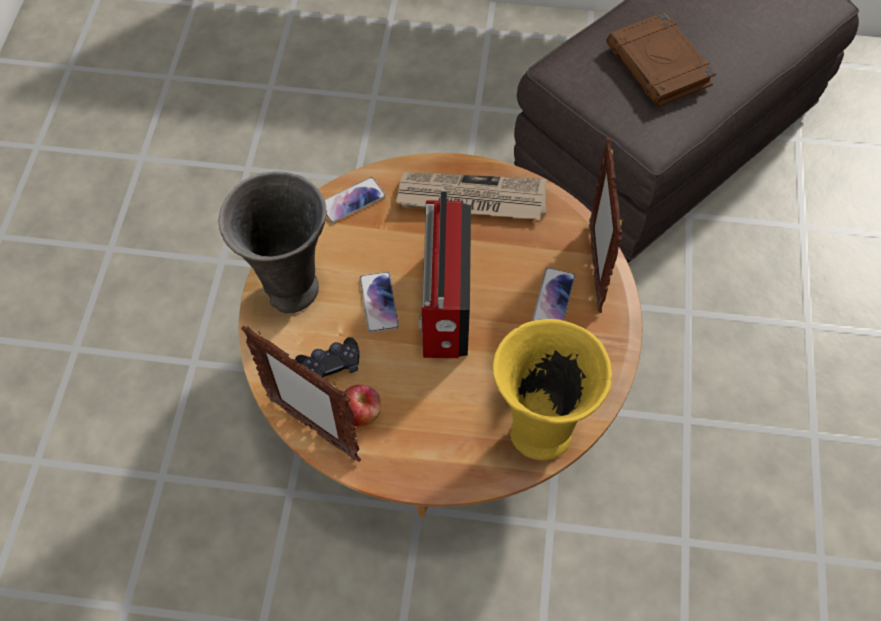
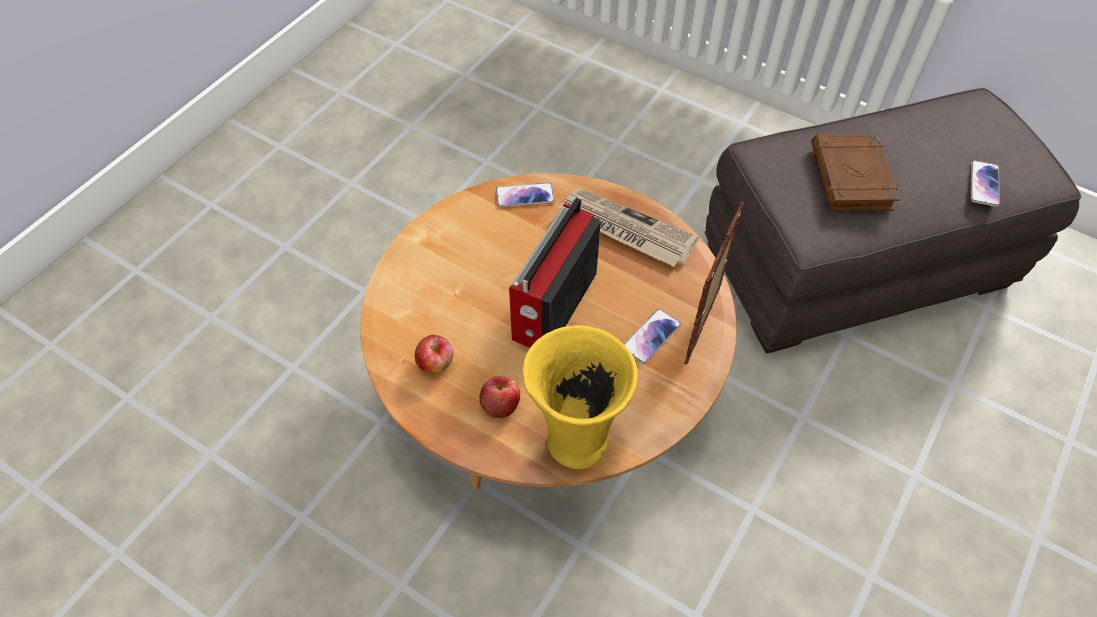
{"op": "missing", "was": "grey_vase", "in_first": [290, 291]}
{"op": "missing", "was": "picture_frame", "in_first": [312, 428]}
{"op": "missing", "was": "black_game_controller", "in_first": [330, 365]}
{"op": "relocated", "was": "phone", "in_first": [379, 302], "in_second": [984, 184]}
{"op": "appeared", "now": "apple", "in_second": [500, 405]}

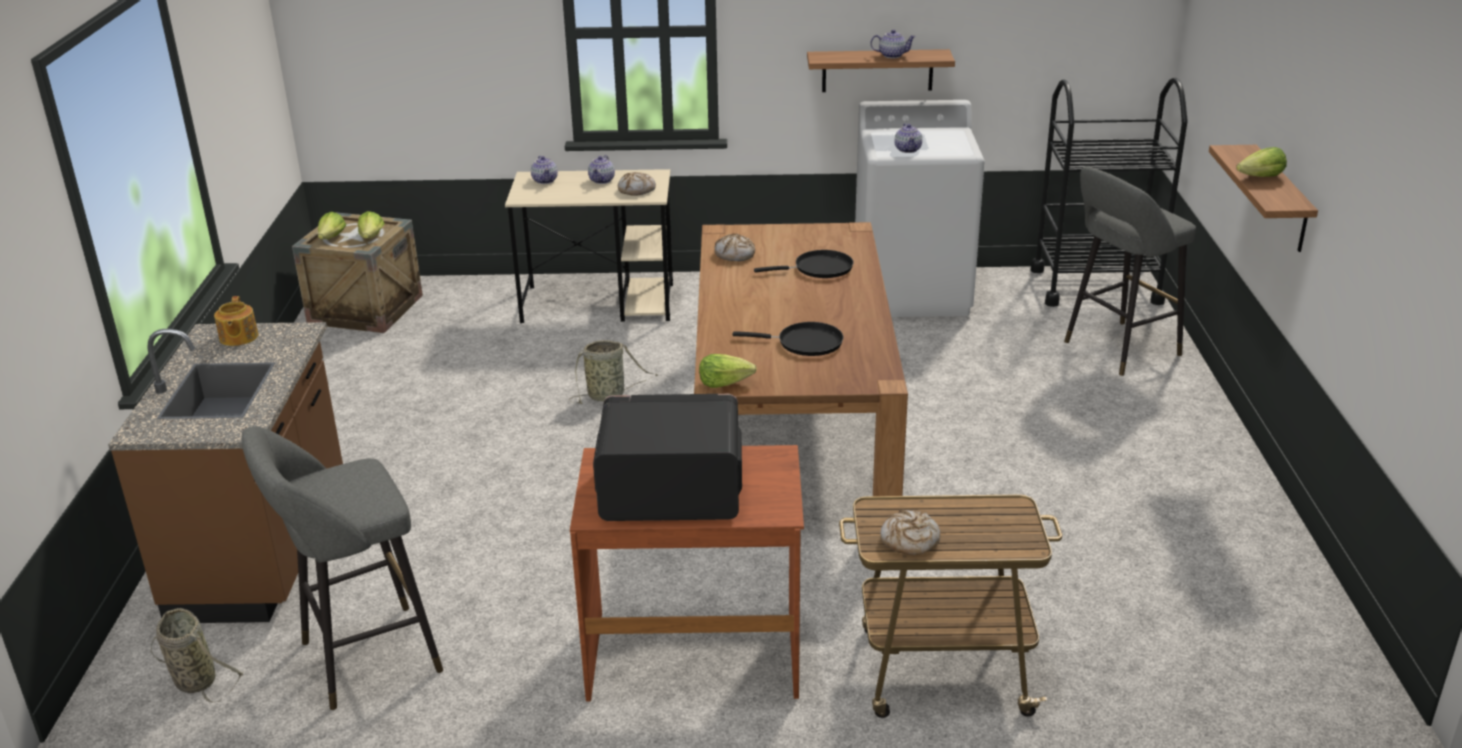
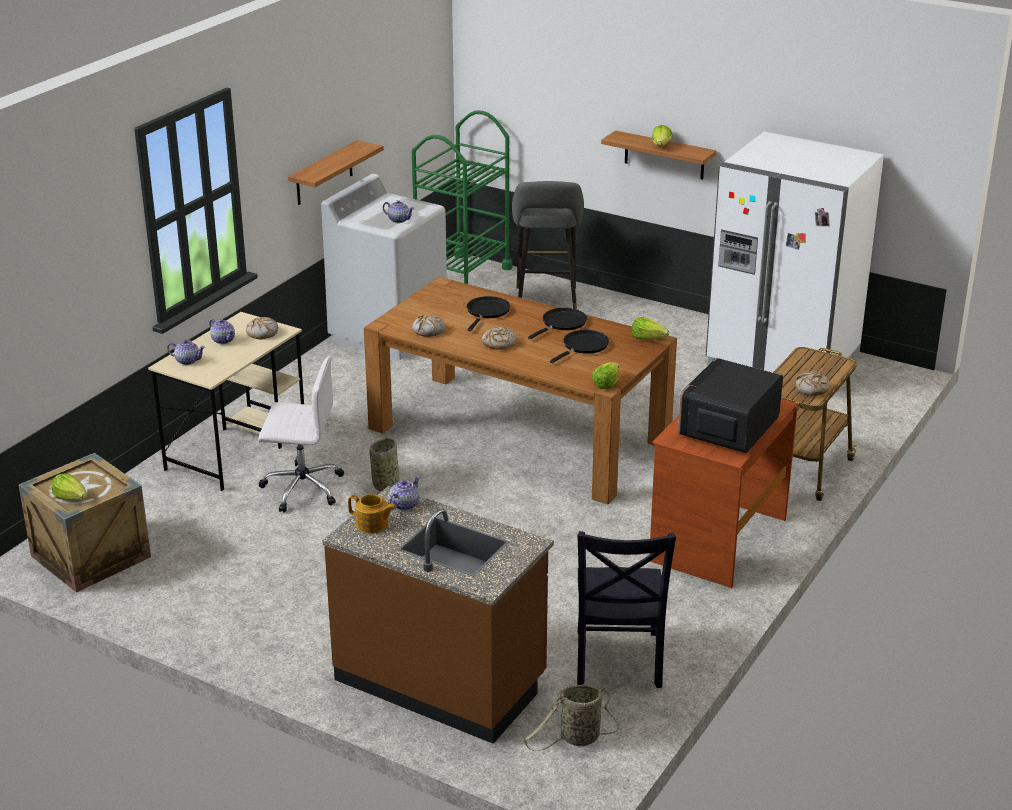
{"op": "exchanged", "was": "grey_stool", "now": "black_chair", "in_first": [362, 659], "in_second": [617, 662]}
{"op": "relocated", "was": "lettuce", "in_first": [371, 237], "in_second": [648, 338]}
{"op": "relocated", "was": "teapot", "in_first": [892, 55], "in_second": [404, 505]}
{"op": "colour", "was": "black_cart", "now": "green_cart", "in_first": [1095, 286], "in_second": [462, 276]}
{"op": "appeared", "now": "white_office_chair", "in_second": [301, 488]}
{"op": "appeared", "now": "bread", "in_second": [498, 343]}
{"op": "appeared", "now": "black_frying_pan", "in_second": [562, 323]}
{"op": "appeared", "now": "white_fridge", "in_second": [782, 360]}

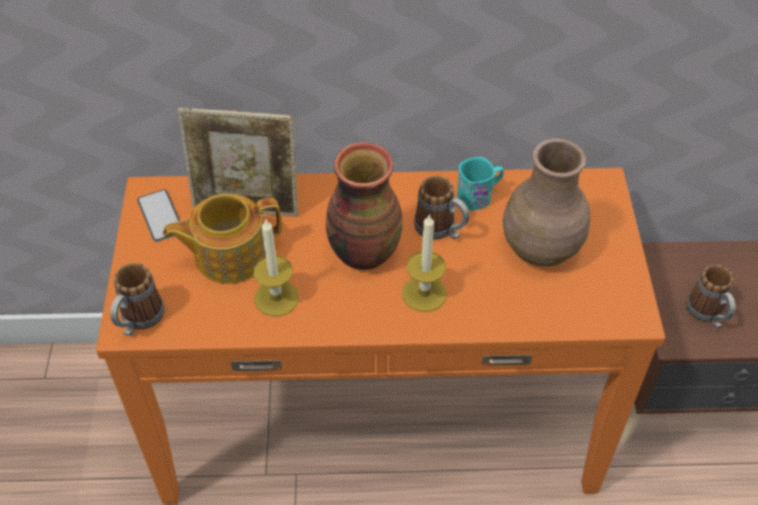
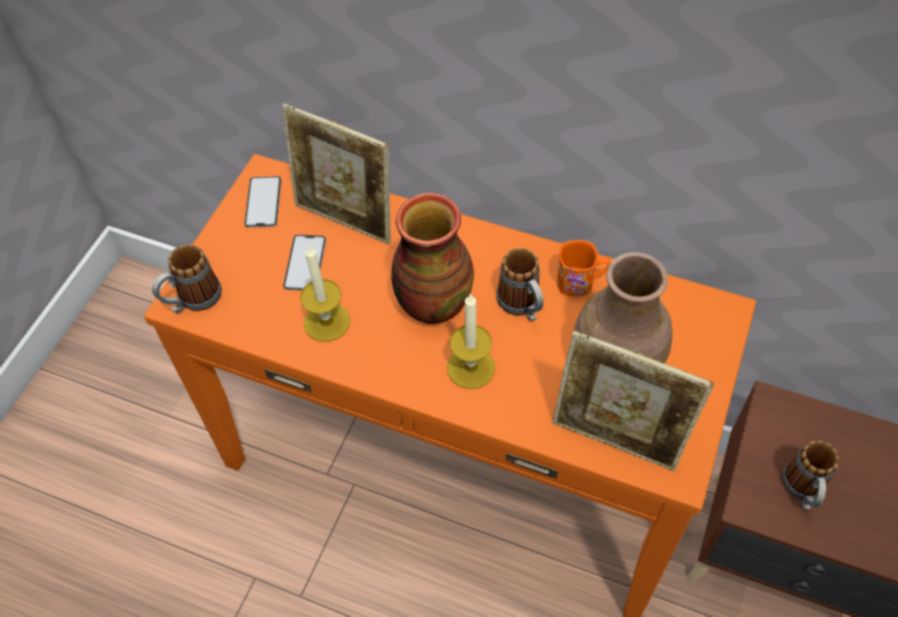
{"op": "exchanged", "was": "teapot", "now": "phone", "in_first": [229, 255], "in_second": [305, 263]}
{"op": "colour", "was": "turquoise_mug", "now": "orange_mug", "in_first": [479, 196], "in_second": [581, 282]}
{"op": "appeared", "now": "picture_frame", "in_second": [616, 440]}

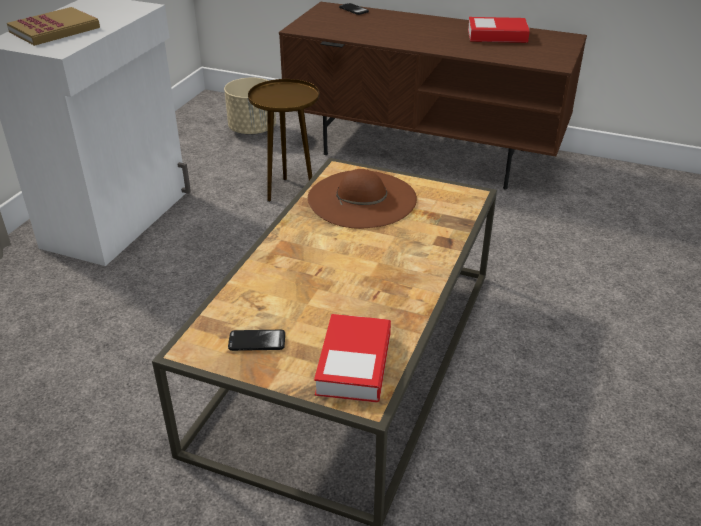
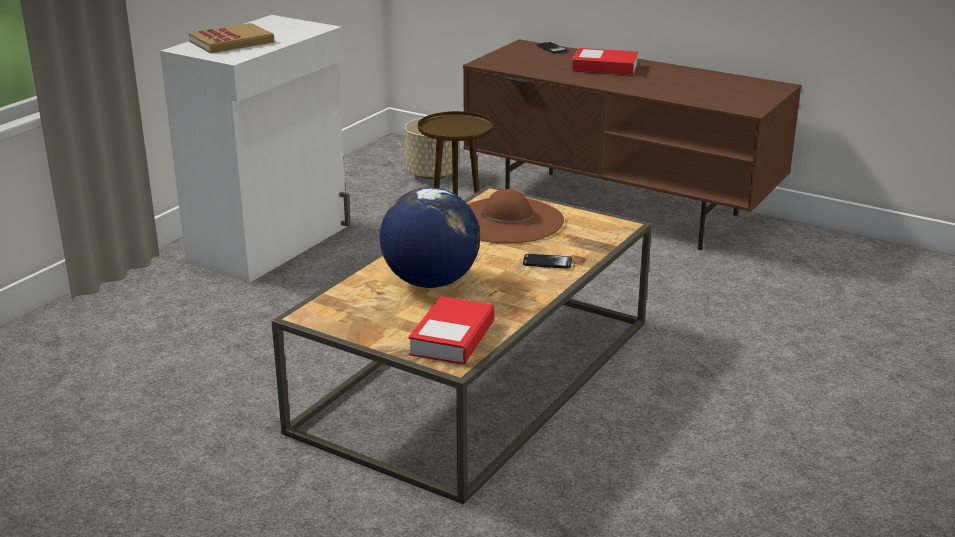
{"op": "relocated", "was": "phone", "in_first": [257, 341], "in_second": [547, 262]}
{"op": "relocated", "was": "book", "in_first": [497, 36], "in_second": [605, 68]}
{"op": "appeared", "now": "globe", "in_second": [430, 282]}

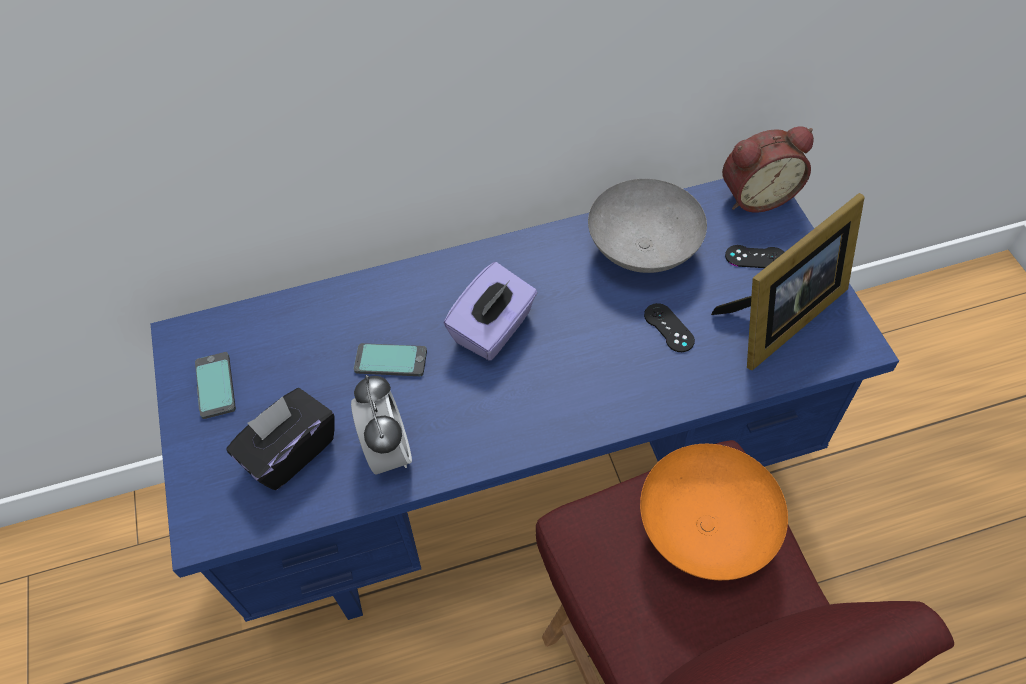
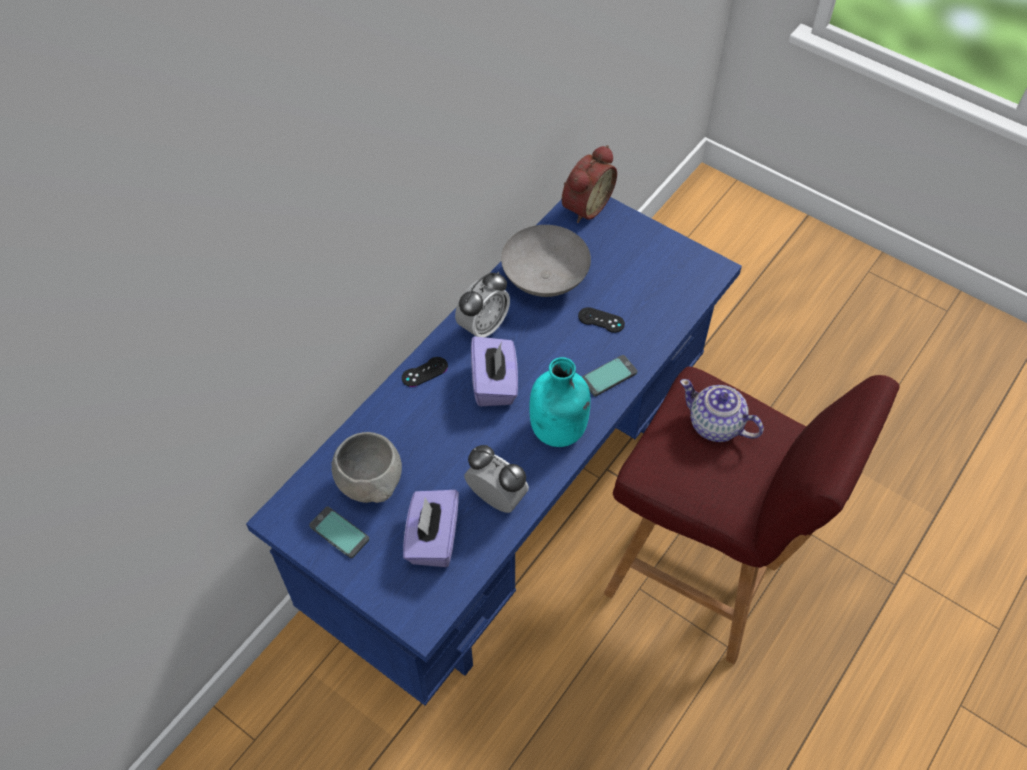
{"op": "colour", "was": "black_tissue_box", "now": "purple_tissue_box", "in_first": [290, 451], "in_second": [432, 539]}
{"op": "relocated", "was": "phone", "in_first": [391, 360], "in_second": [608, 376]}
{"op": "exchanged", "was": "orange_bowl", "now": "teapot", "in_first": [704, 531], "in_second": [716, 425]}
{"op": "missing", "was": "picture_frame", "in_first": [779, 318]}
{"op": "relocated", "was": "black_game_controller", "in_first": [756, 257], "in_second": [424, 372]}
{"op": "appeared", "now": "grey_bowl", "in_second": [371, 486]}
{"op": "appeared", "now": "alarm_clock", "in_second": [483, 326]}
{"op": "appeared", "now": "turquoise_bottle", "in_second": [559, 431]}

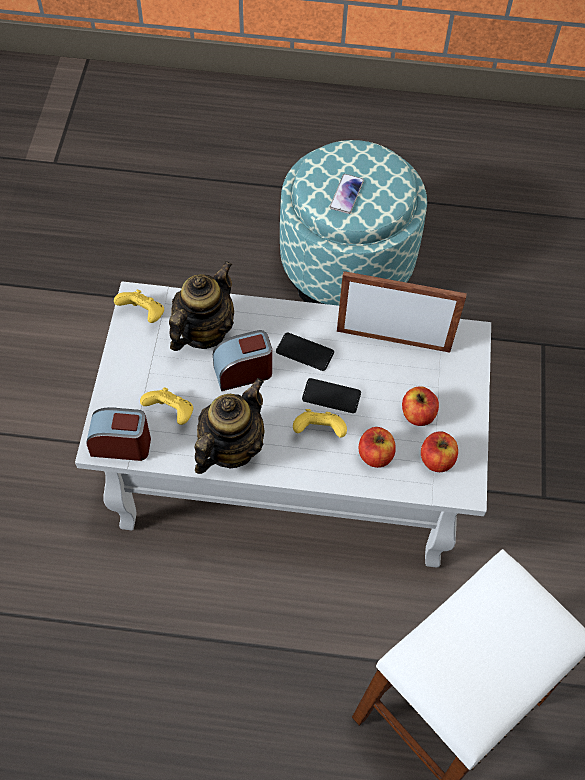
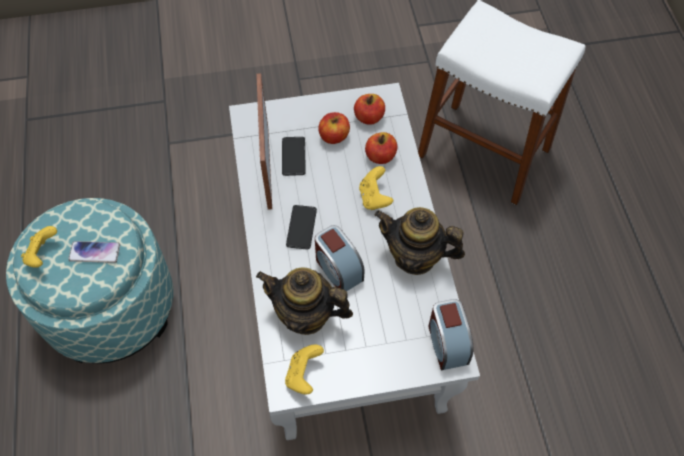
{"op": "relocated", "was": "yellow_game_controller", "in_first": [171, 413], "in_second": [43, 254]}
{"op": "relocated", "was": "phone", "in_first": [331, 396], "in_second": [293, 156]}

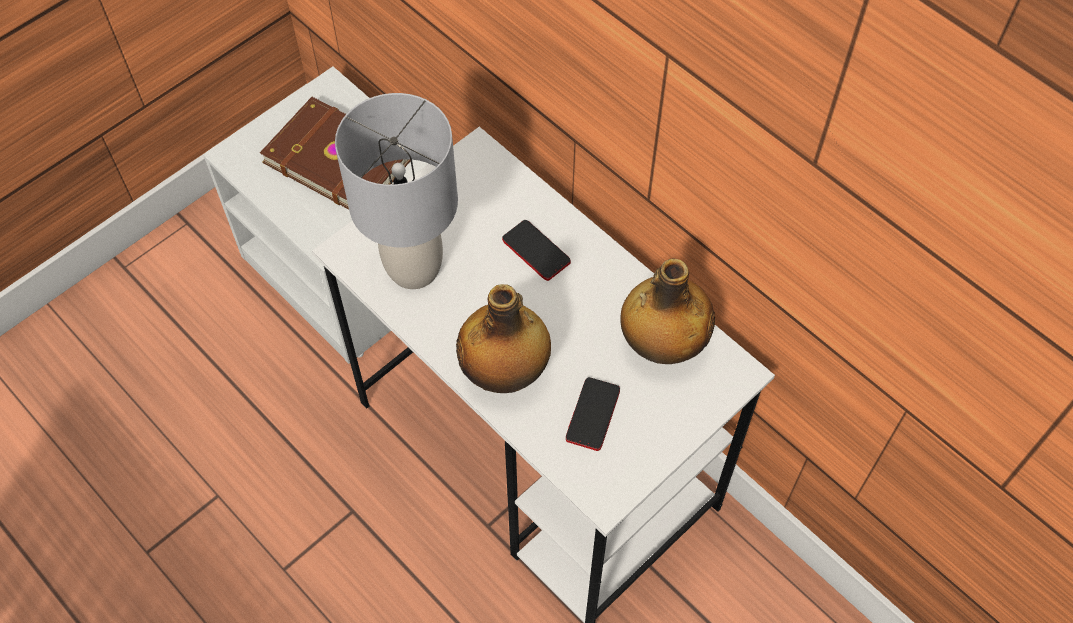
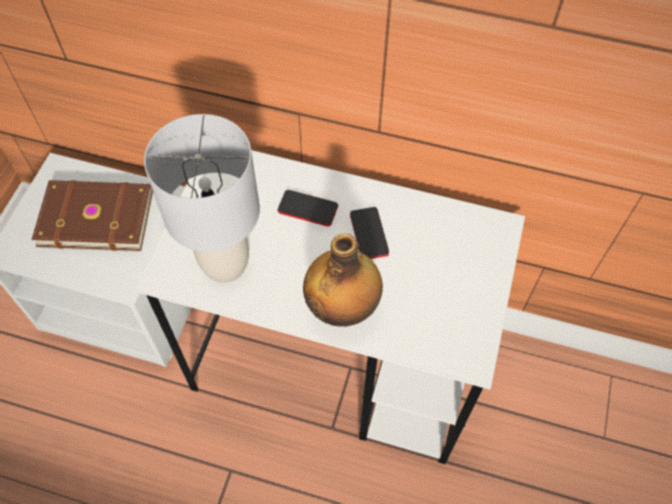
{"op": "relocated", "was": "phone", "in_first": [592, 414], "in_second": [369, 234]}
{"op": "missing", "was": "bottle", "in_first": [662, 344]}

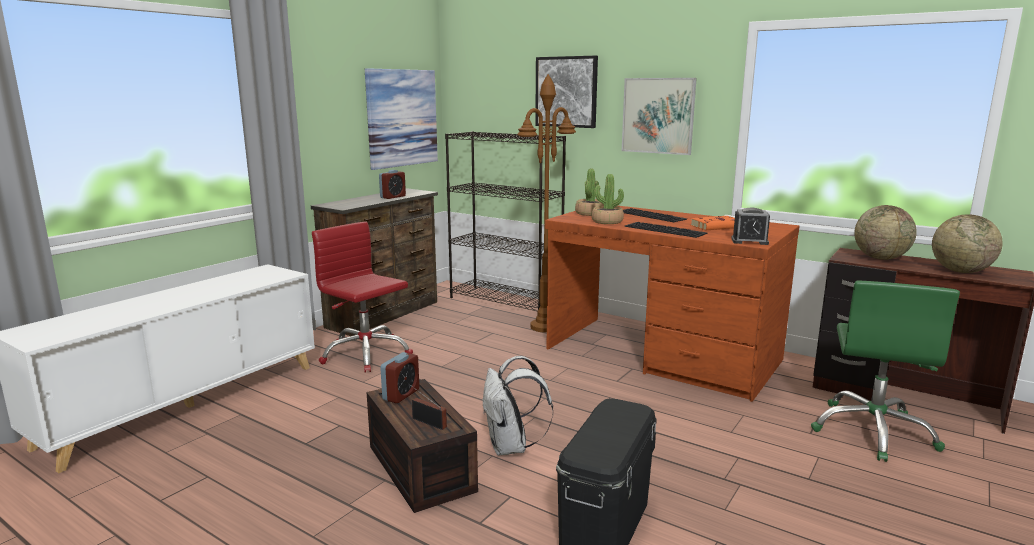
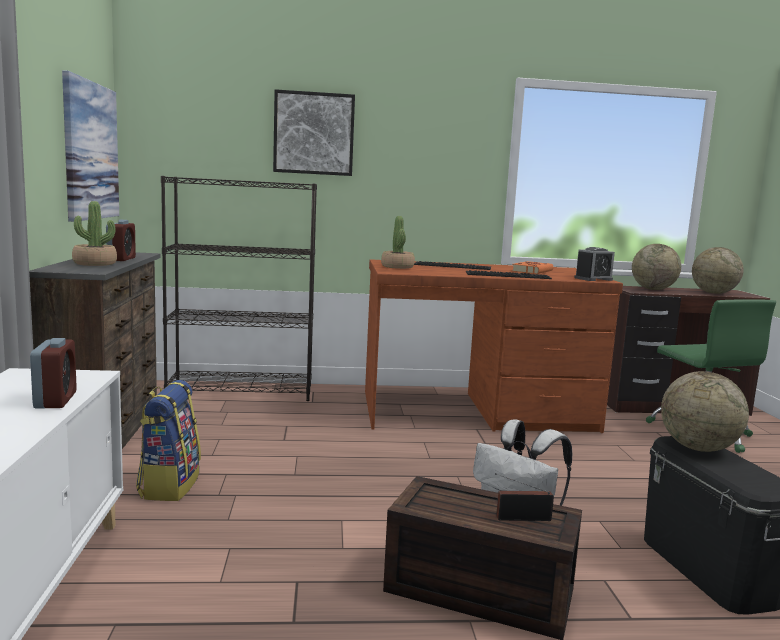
{"op": "exchanged", "was": "red_office_chair", "now": "backpack", "in_first": [365, 354], "in_second": [169, 485]}
{"op": "relocated", "was": "alarm_clock", "in_first": [401, 394], "in_second": [55, 400]}
{"op": "missing", "was": "brown_floor_lamp", "in_first": [545, 327]}
{"op": "relocated", "was": "potted_plant", "in_first": [607, 221], "in_second": [95, 264]}
{"op": "missing", "was": "picture", "in_first": [658, 115]}
{"op": "appeared", "now": "globe", "in_second": [698, 448]}

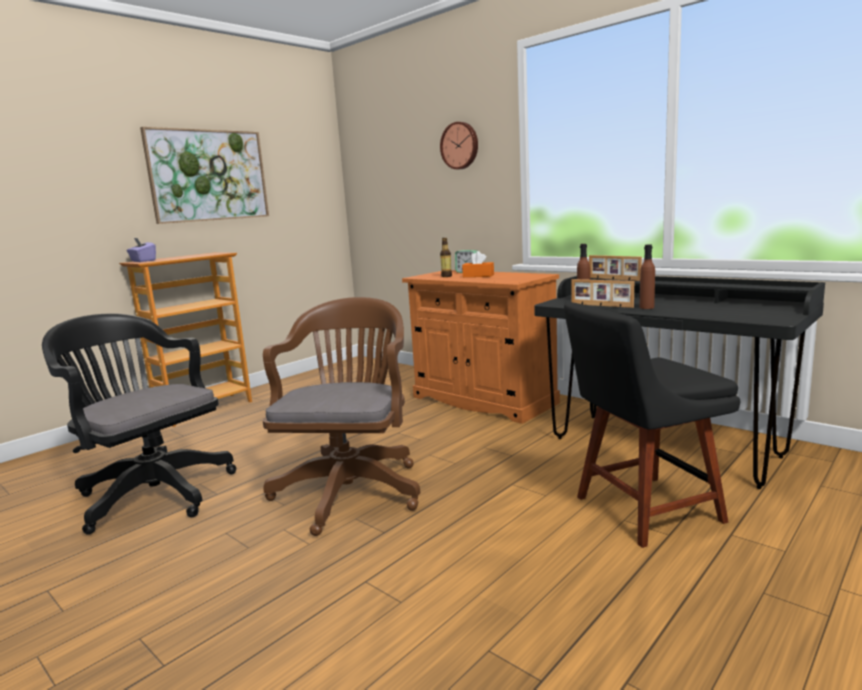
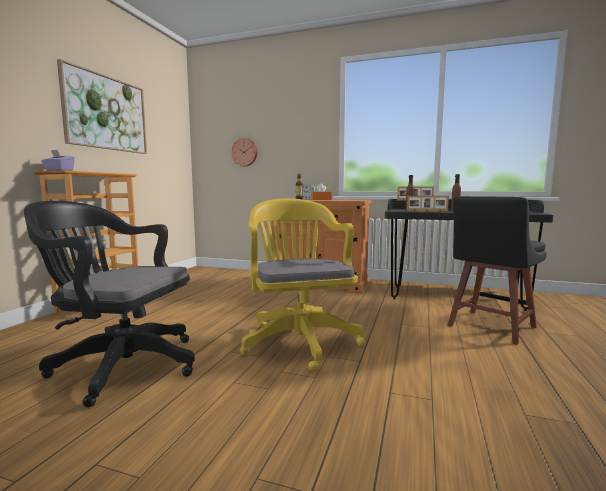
{"op": "colour", "was": "brown_office_chair", "now": "yellow_office_chair", "in_first": [351, 488], "in_second": [299, 339]}
{"op": "relocated", "was": "wall_clock", "in_first": [460, 145], "in_second": [244, 152]}

